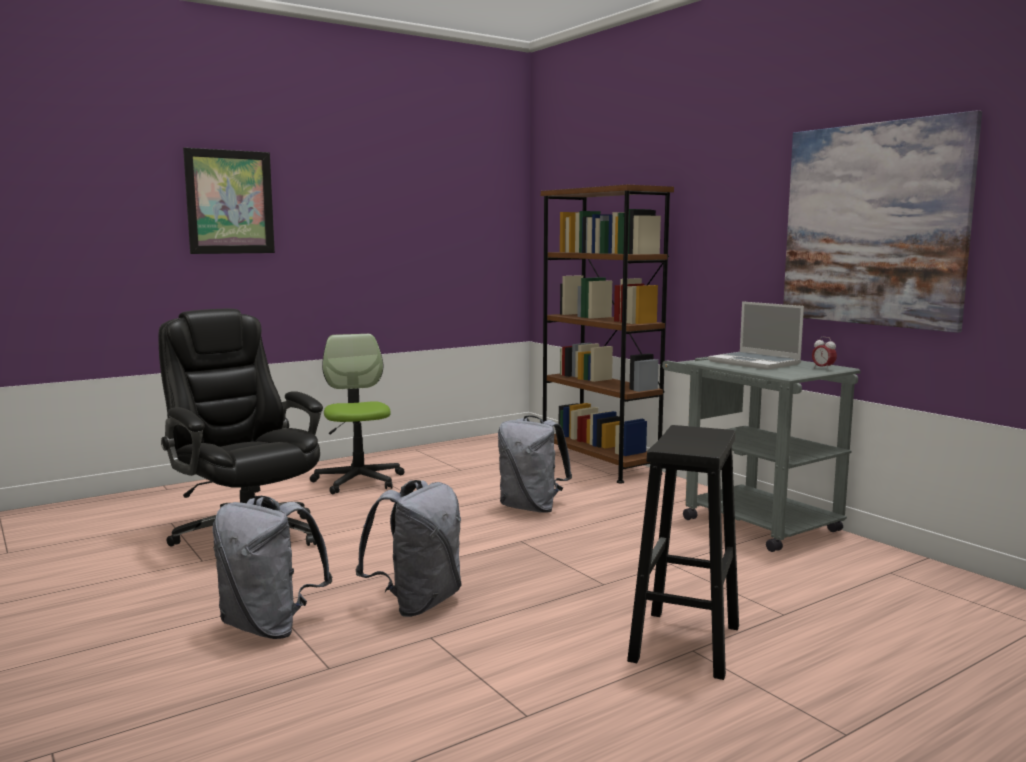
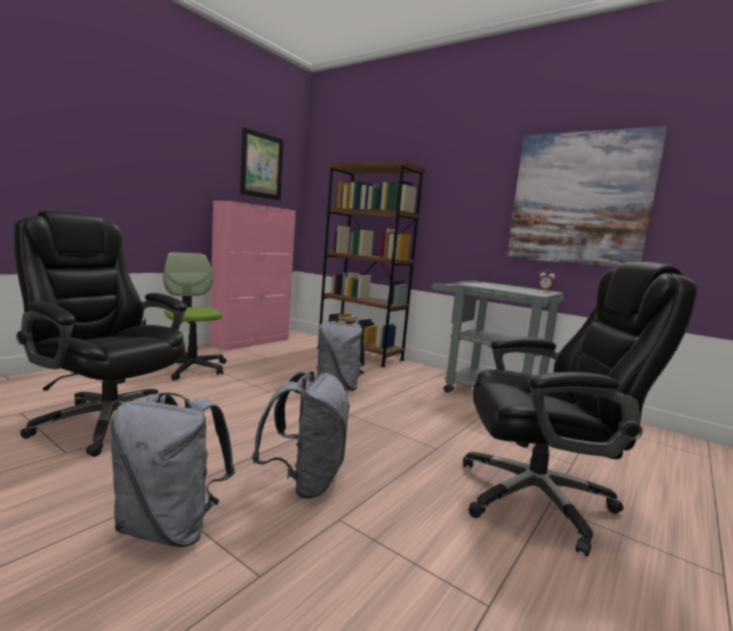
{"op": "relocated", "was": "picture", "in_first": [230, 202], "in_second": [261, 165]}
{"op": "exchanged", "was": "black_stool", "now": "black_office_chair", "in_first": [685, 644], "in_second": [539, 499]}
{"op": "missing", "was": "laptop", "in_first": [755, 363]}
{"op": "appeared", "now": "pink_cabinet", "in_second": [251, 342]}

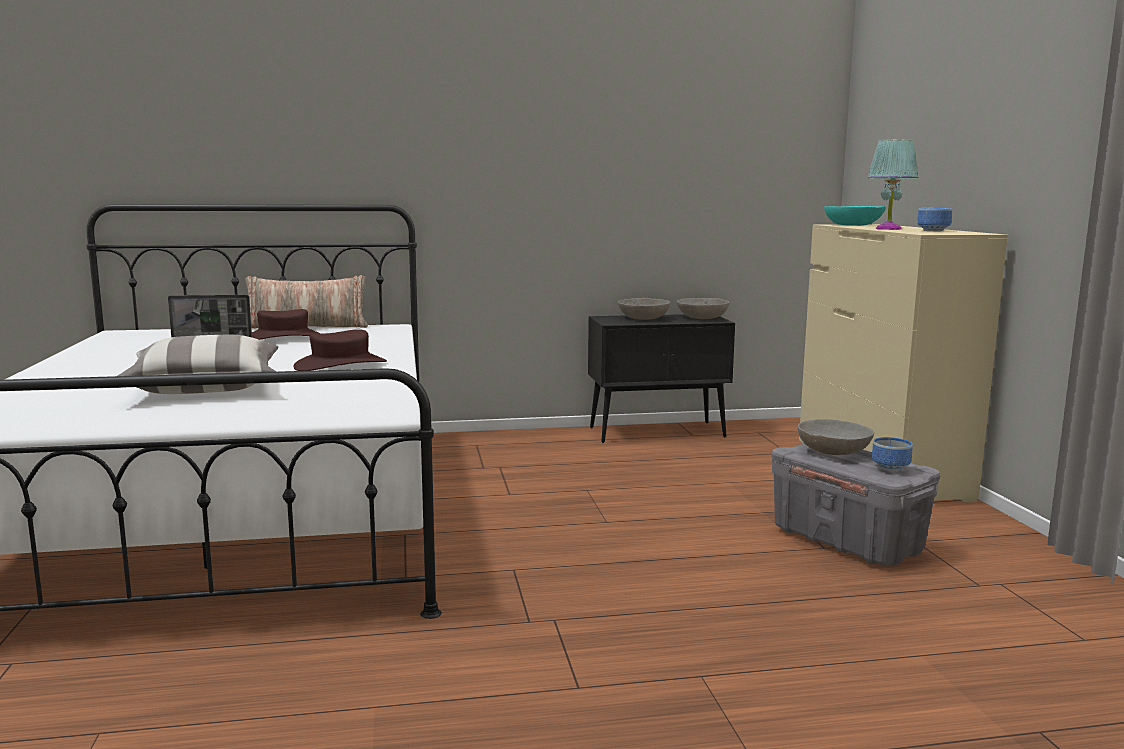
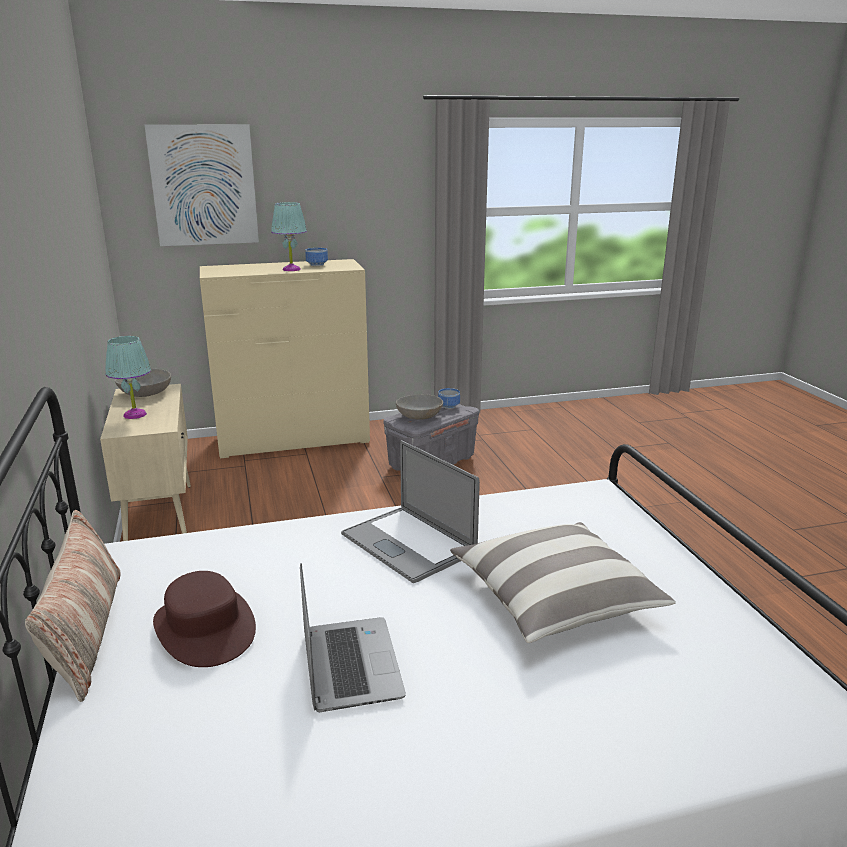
{"op": "exchanged", "was": "brown_hat", "now": "laptop", "in_first": [340, 365], "in_second": [408, 543]}
{"op": "colour", "was": "black_cabinet", "now": "beige_cabinet", "in_first": [658, 432], "in_second": [160, 517]}
{"op": "exchanged", "was": "grey_bowl", "now": "turquoise_table_lamp", "in_first": [643, 318], "in_second": [135, 415]}
{"op": "missing", "was": "turquoise_bowl", "in_first": [853, 225]}
{"op": "appeared", "now": "picture", "in_second": [204, 185]}

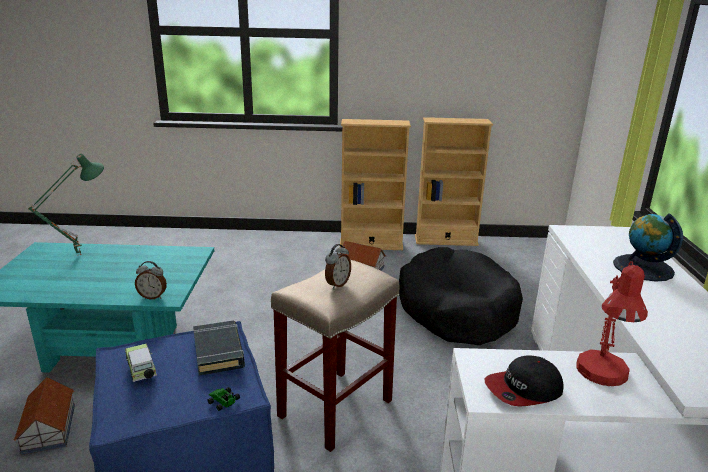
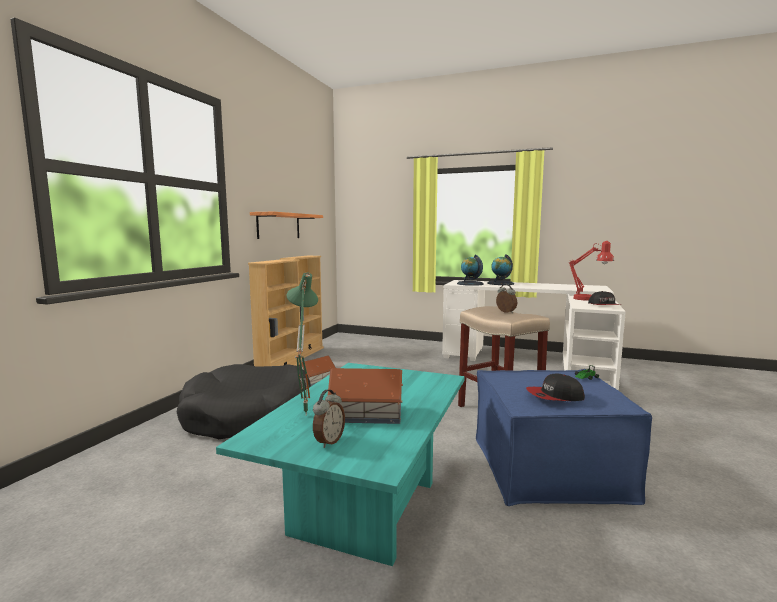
{"op": "relocated", "was": "toy_house", "in_first": [48, 429], "in_second": [367, 413]}
{"op": "exchanged", "was": "toy_car", "now": "cap", "in_first": [142, 371], "in_second": [554, 396]}
{"op": "relocated", "was": "alarm_clock", "in_first": [153, 296], "in_second": [328, 441]}
{"op": "missing", "was": "black_book", "in_first": [219, 351]}
{"op": "relocated", "was": "black_dog_bed", "in_first": [456, 309], "in_second": [249, 417]}
{"op": "appeared", "now": "shelf", "in_second": [278, 226]}
{"op": "appeared", "now": "globe", "in_second": [470, 284]}

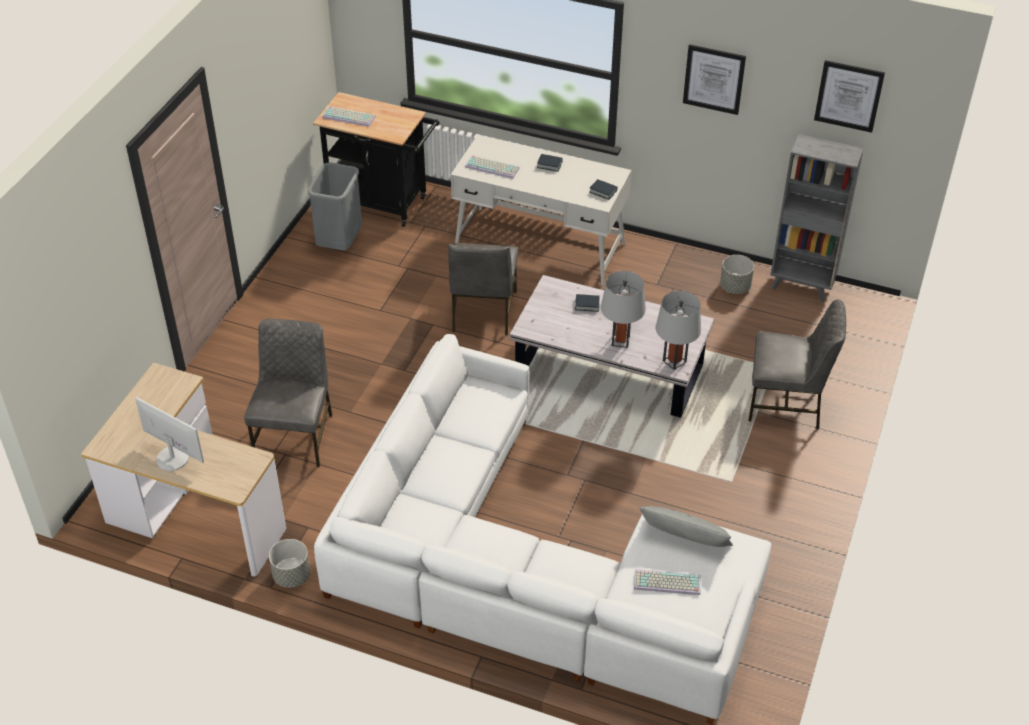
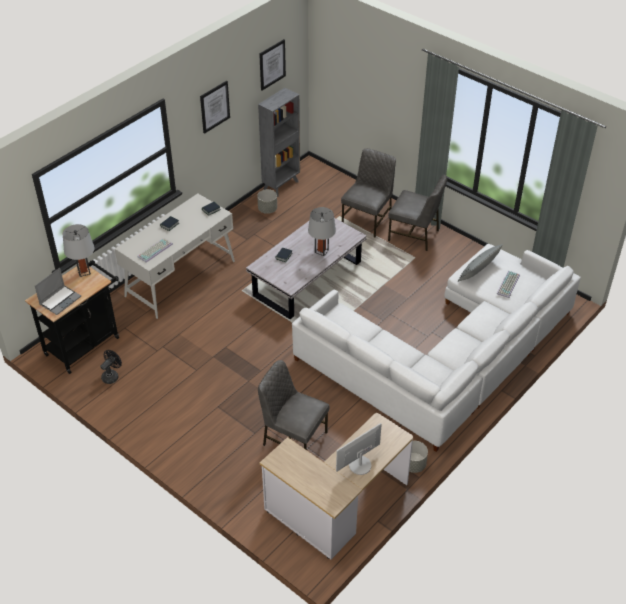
{"op": "exchanged", "was": "grey_trash_can", "now": "black_fan", "in_first": [339, 242], "in_second": [112, 376]}
{"op": "exchanged", "was": "keyboard", "now": "laptop", "in_first": [349, 116], "in_second": [60, 300]}
{"op": "relocated", "was": "grey_chair", "in_first": [482, 312], "in_second": [414, 235]}
{"op": "relocated", "was": "grey_table_lamp", "in_first": [674, 361], "in_second": [84, 271]}

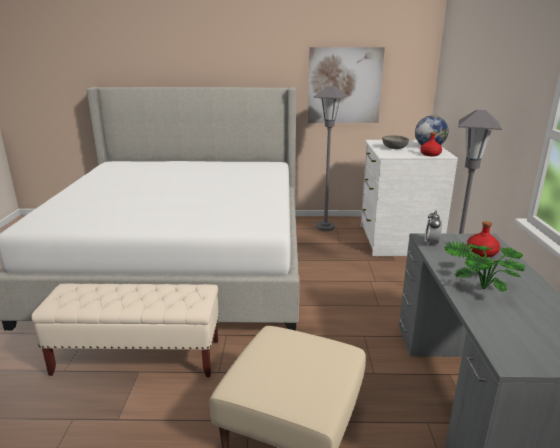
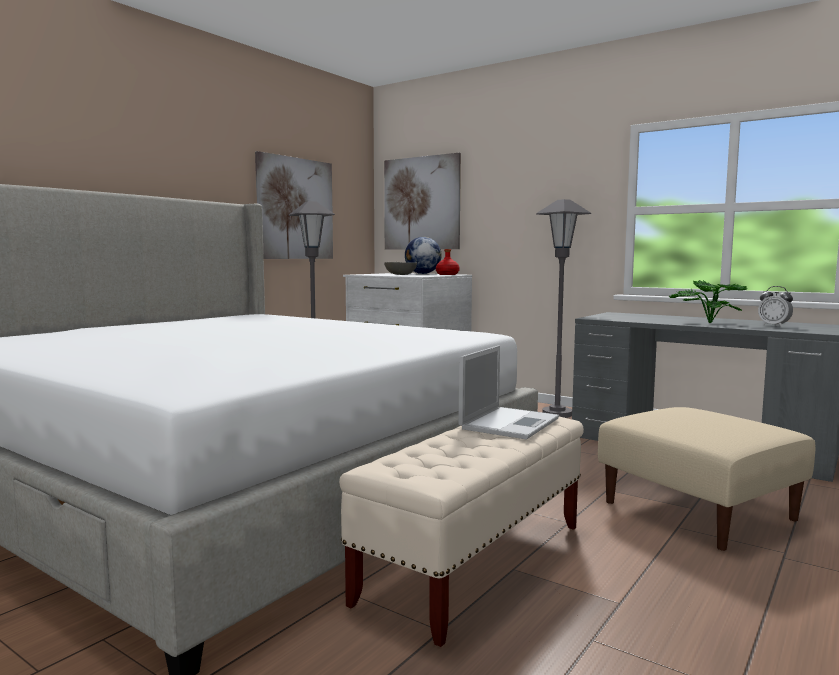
{"op": "relocated", "was": "alarm_clock", "in_first": [431, 243], "in_second": [774, 326]}
{"op": "missing", "was": "red_bottle", "in_first": [481, 252]}
{"op": "appeared", "now": "picture", "in_second": [421, 203]}
{"op": "appeared", "now": "laptop", "in_second": [510, 423]}

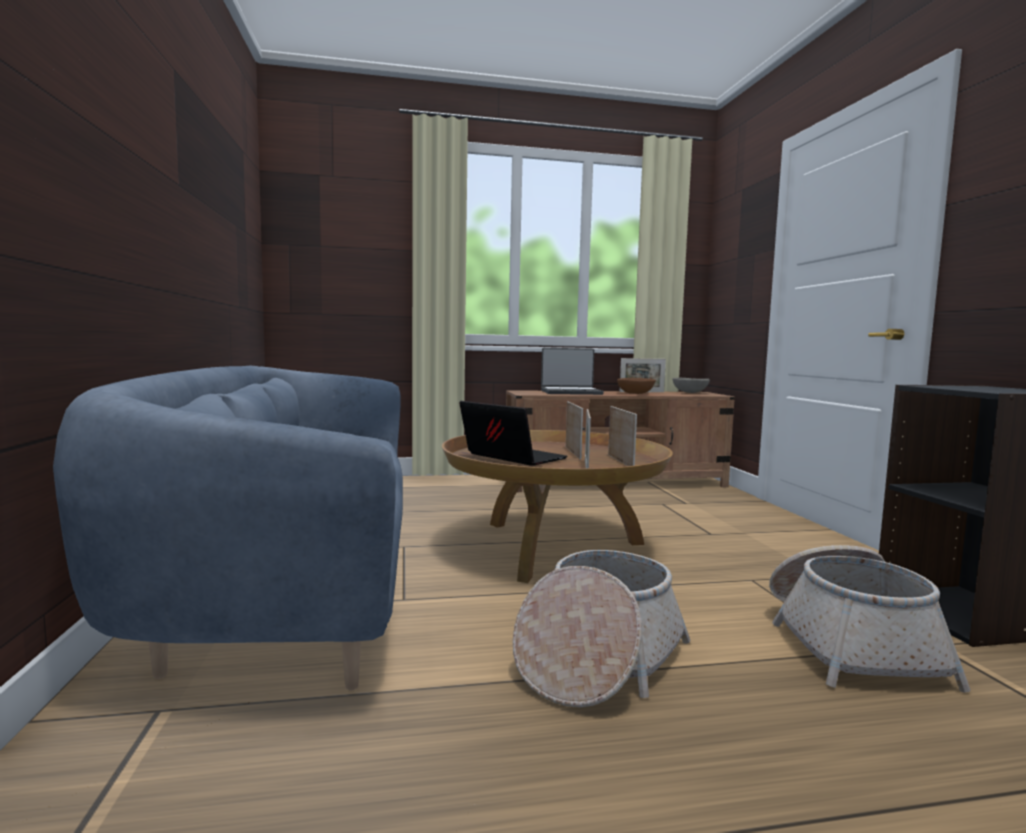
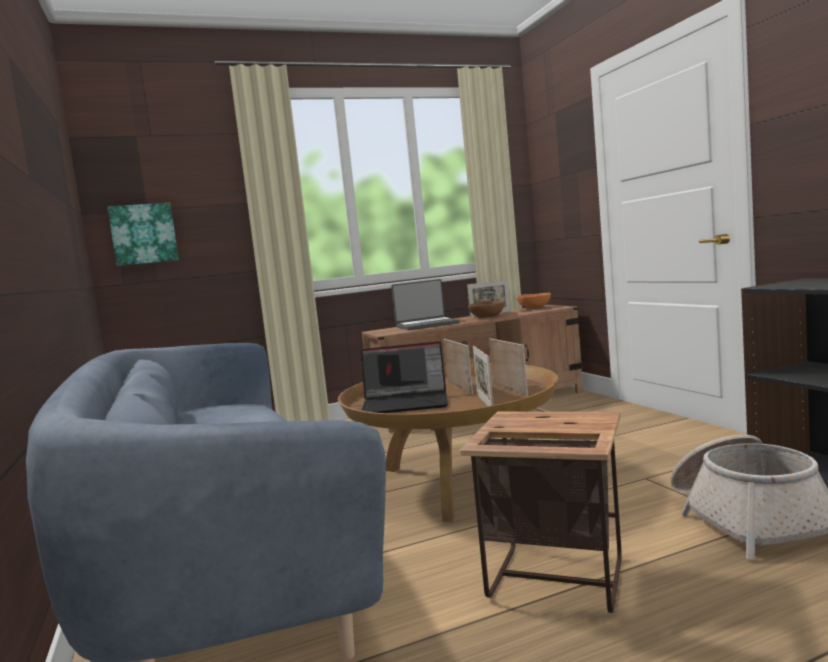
{"op": "spun", "was": "laptop", "in_first": [511, 457], "in_second": [406, 403], "clockwise": 150}
{"op": "exchanged", "was": "basket", "now": "side_table", "in_first": [598, 659], "in_second": [553, 579]}
{"op": "colour", "was": "grey_bowl", "now": "orange_bowl", "in_first": [690, 392], "in_second": [534, 308]}
{"op": "appeared", "now": "picture", "in_second": [144, 234]}

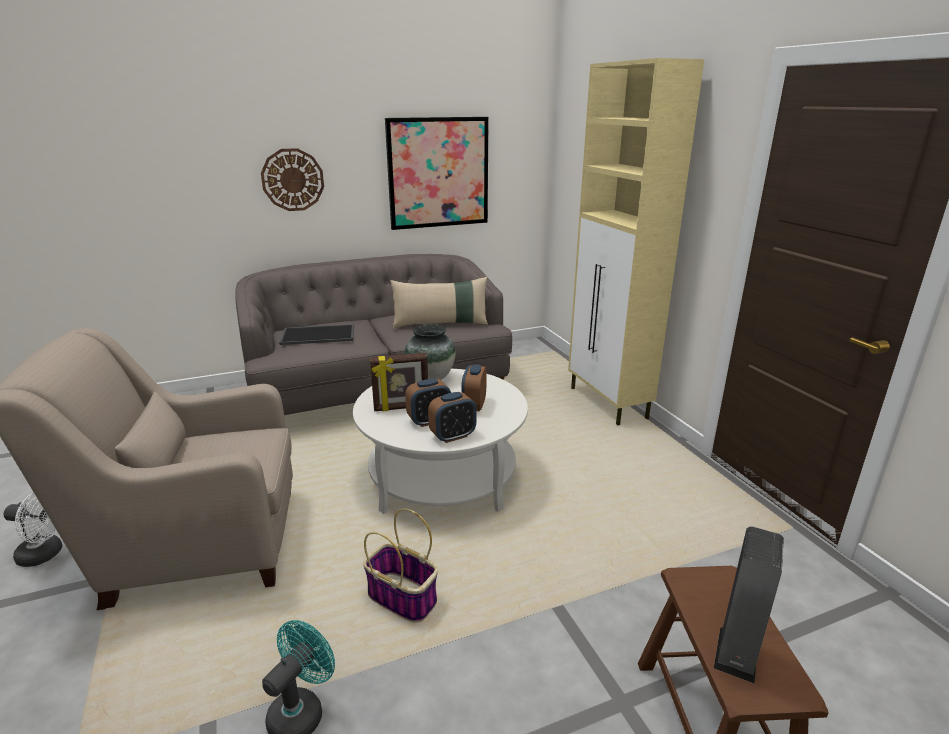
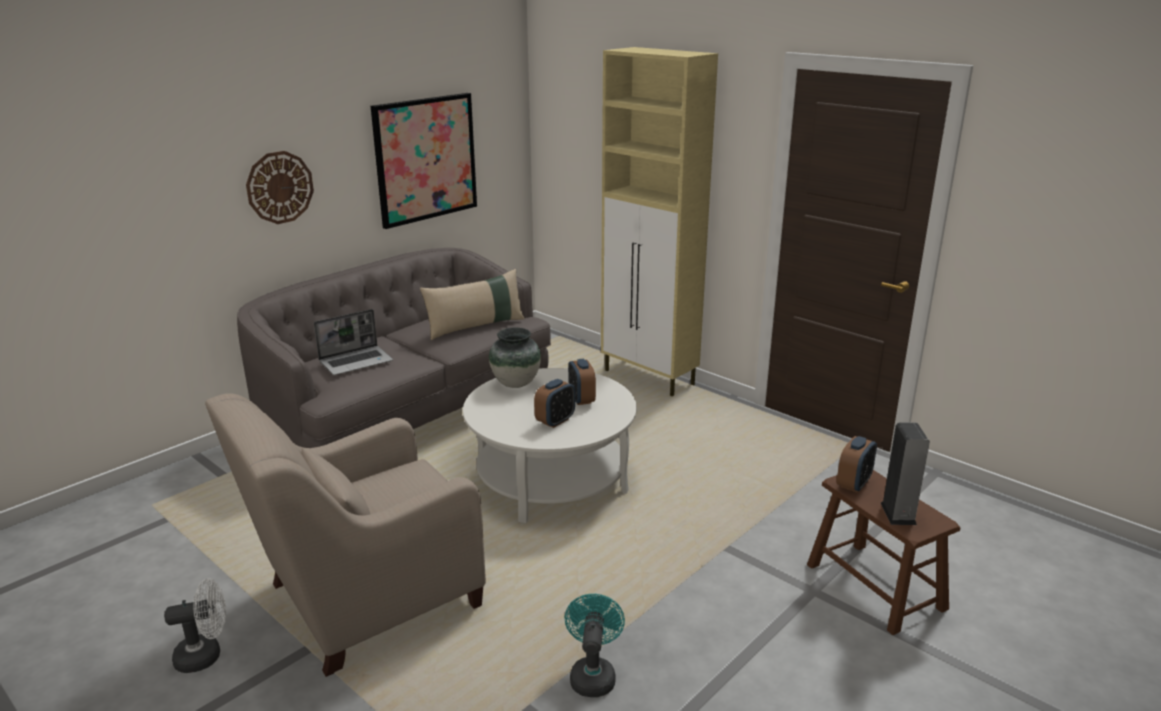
{"op": "exchanged", "was": "tray", "now": "laptop", "in_first": [319, 334], "in_second": [356, 361]}
{"op": "missing", "was": "basket", "in_first": [403, 598]}
{"op": "missing", "was": "picture_frame", "in_first": [401, 407]}
{"op": "relocated", "was": "alarm_clock", "in_first": [453, 436], "in_second": [854, 484]}

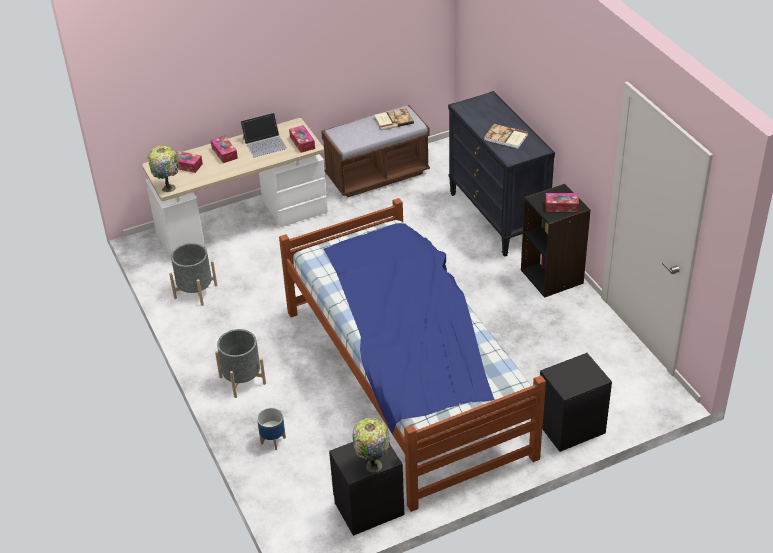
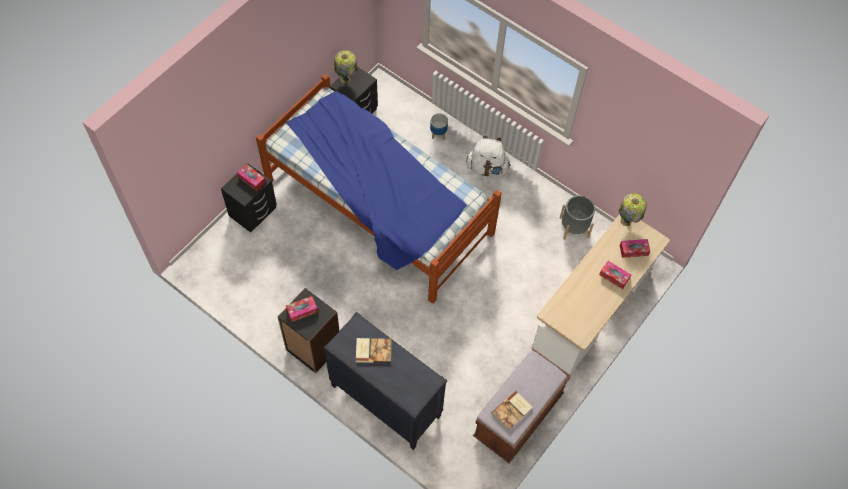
{"op": "exchanged", "was": "grey_planter", "now": "white_backpack", "in_first": [242, 380], "in_second": [487, 168]}
{"op": "missing", "was": "laptop", "in_first": [265, 143]}
{"op": "relocated", "was": "tissue_box", "in_first": [302, 143], "in_second": [251, 179]}

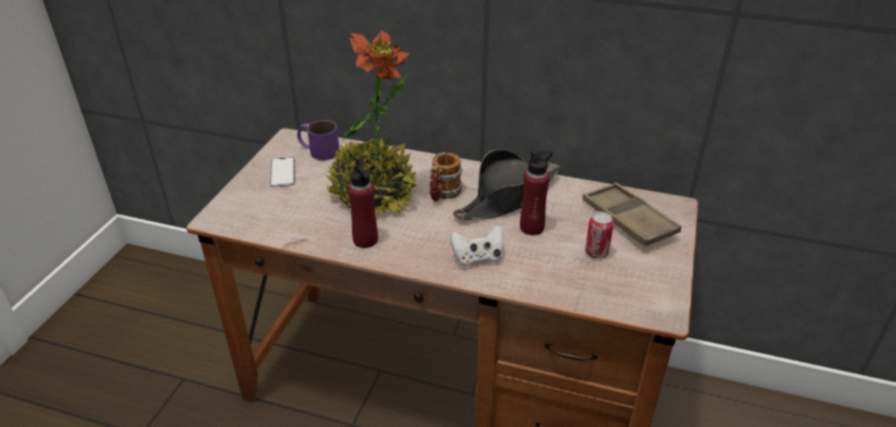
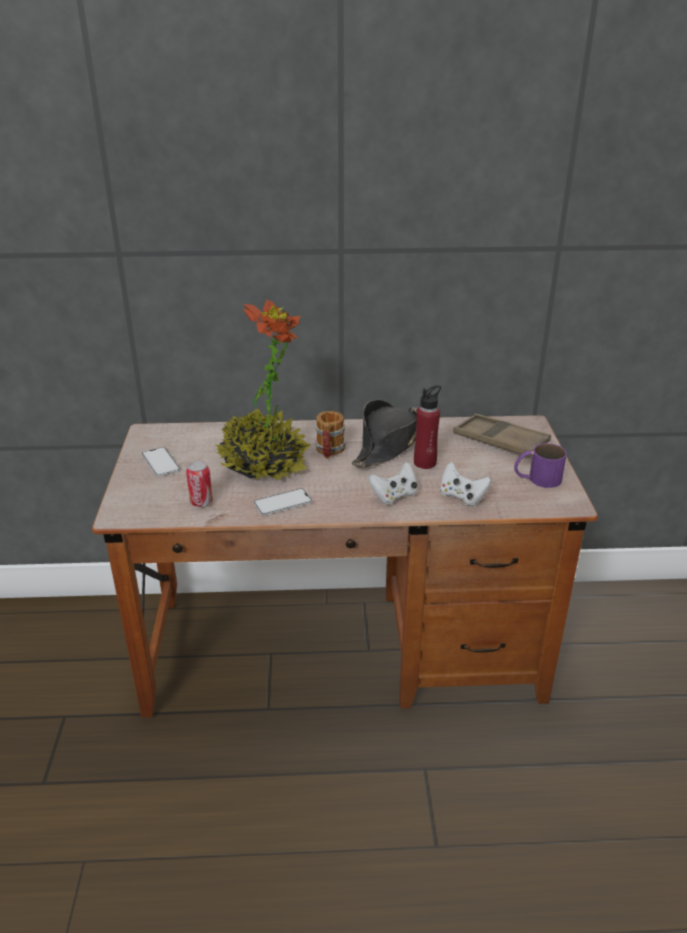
{"op": "relocated", "was": "purple_mug", "in_first": [318, 150], "in_second": [537, 478]}
{"op": "exchanged", "was": "red_bottle", "now": "phone", "in_first": [365, 240], "in_second": [282, 502]}
{"op": "relocated", "was": "can", "in_first": [596, 253], "in_second": [201, 502]}
{"op": "appeared", "now": "white_game_controller", "in_second": [462, 497]}

